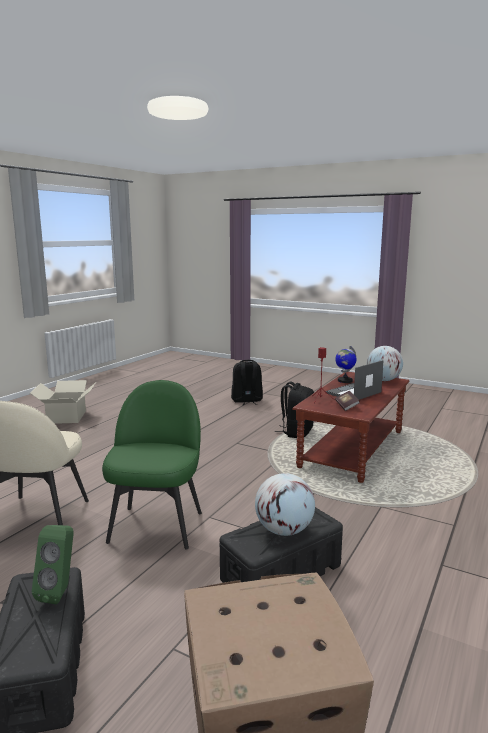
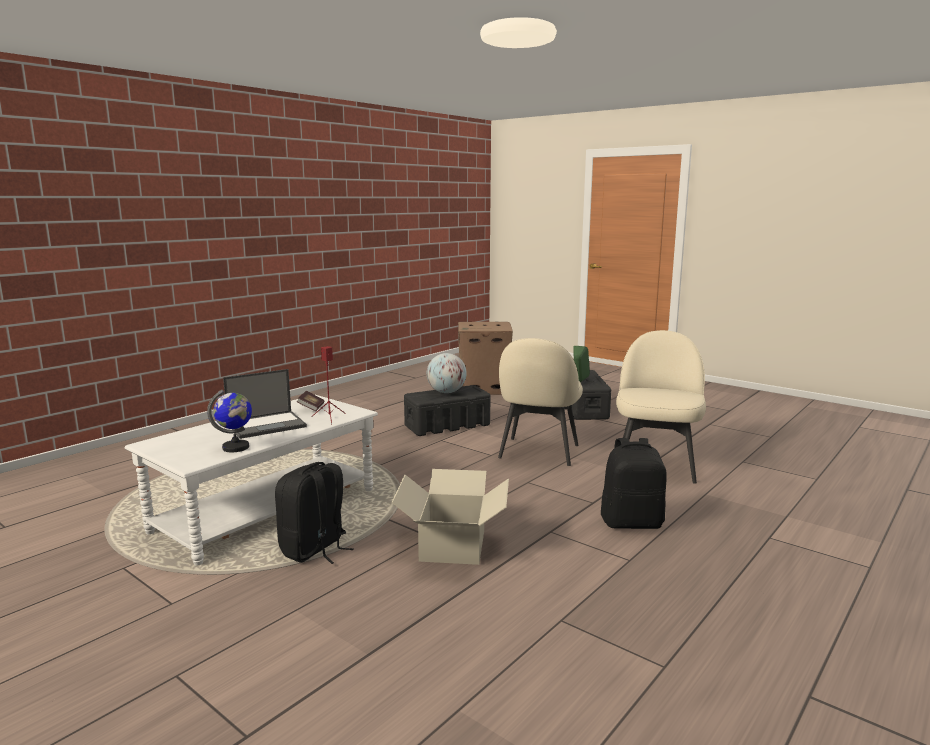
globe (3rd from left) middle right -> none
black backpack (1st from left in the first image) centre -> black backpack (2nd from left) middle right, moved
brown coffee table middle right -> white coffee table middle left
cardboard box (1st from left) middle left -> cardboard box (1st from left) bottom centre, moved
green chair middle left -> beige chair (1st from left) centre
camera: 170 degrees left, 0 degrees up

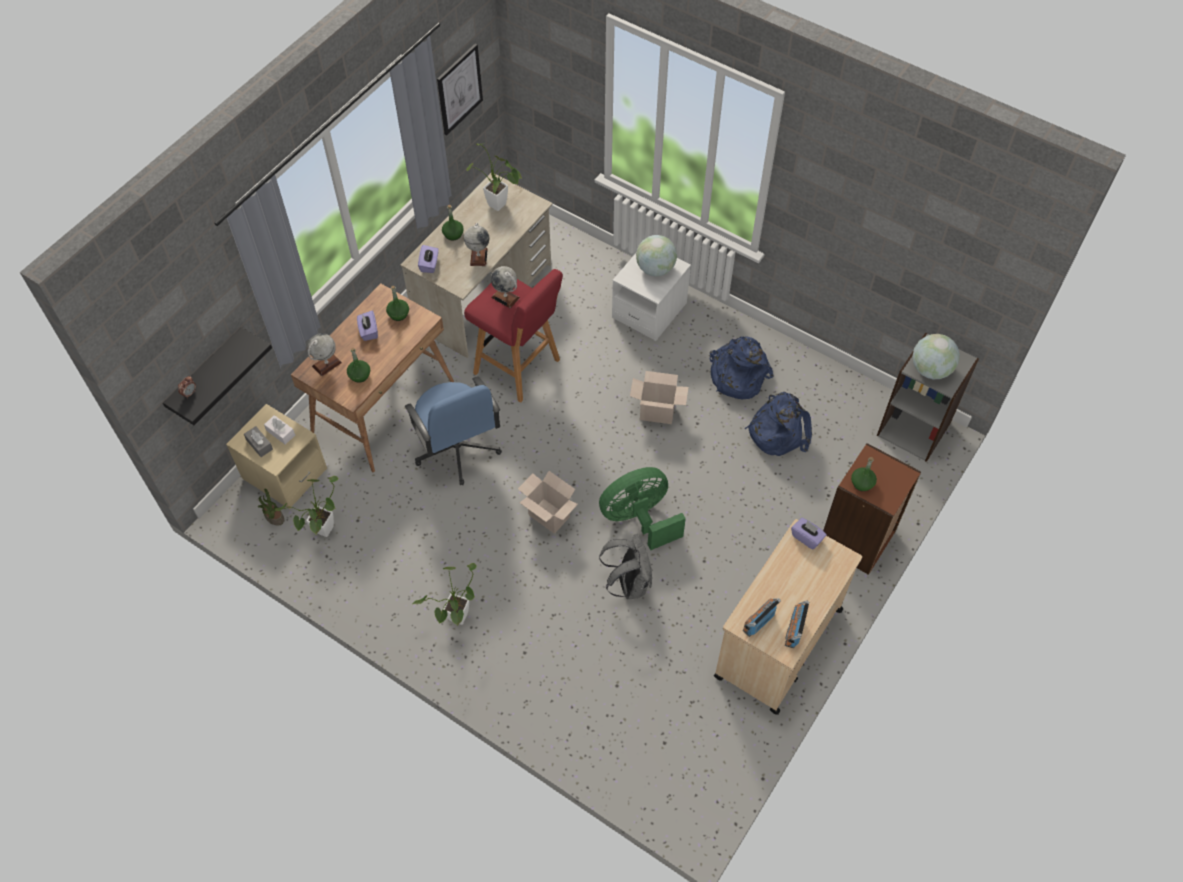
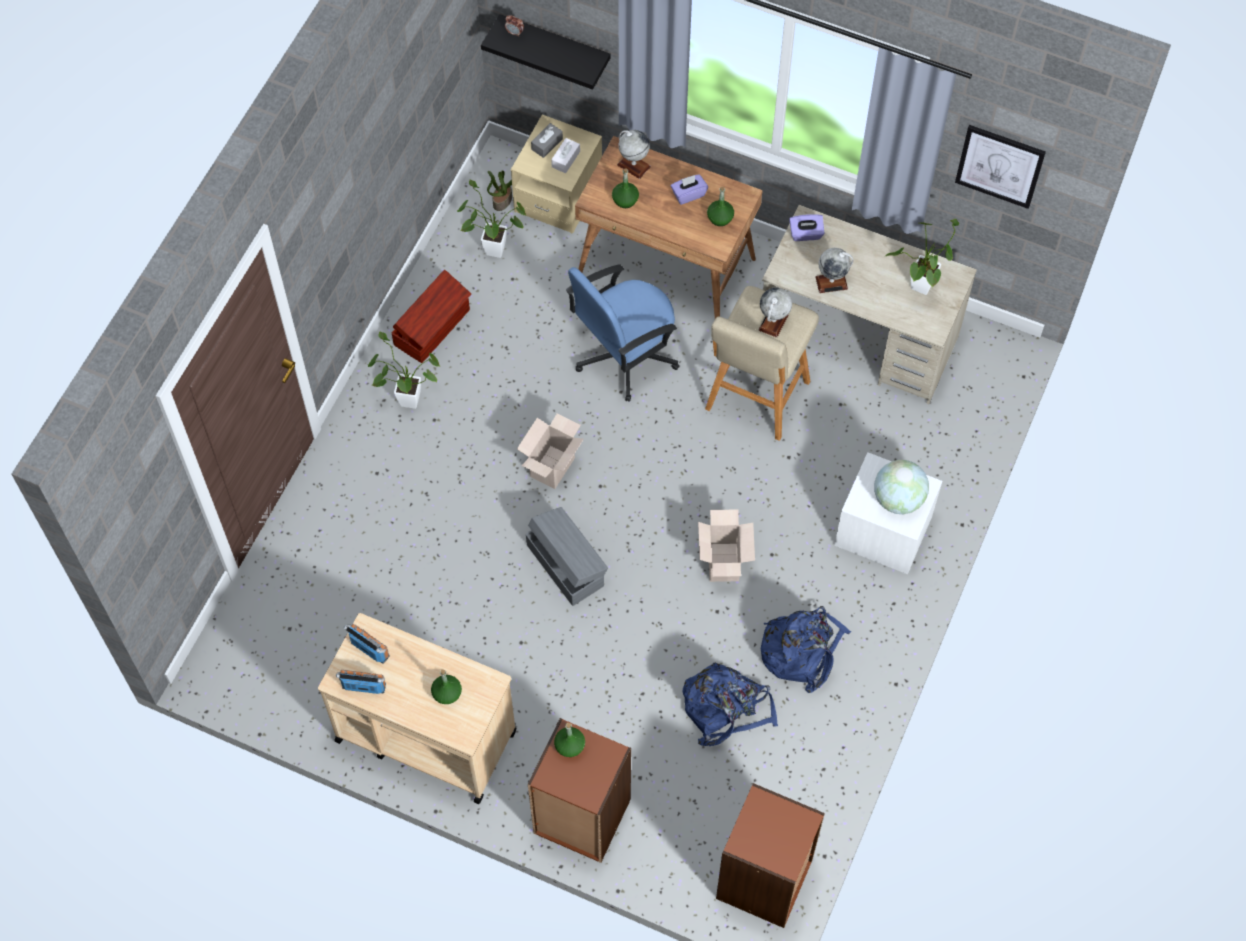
green bottle (3rd from left in the first image) top centre -> green bottle (1st from left) bottom centre, moved
red stool centre -> beige stool centre
grey bookcase middle right -> brown bookcase (2nd from left) bottom centre
globe (5th from left) middle right -> none
green fan centre -> grey storage box centre
purple tissue box (3rd from left) middle right -> none
grey backpack centre -> none
none -> brown storage box centre
camera: 80 degrees right, 5 degrees up

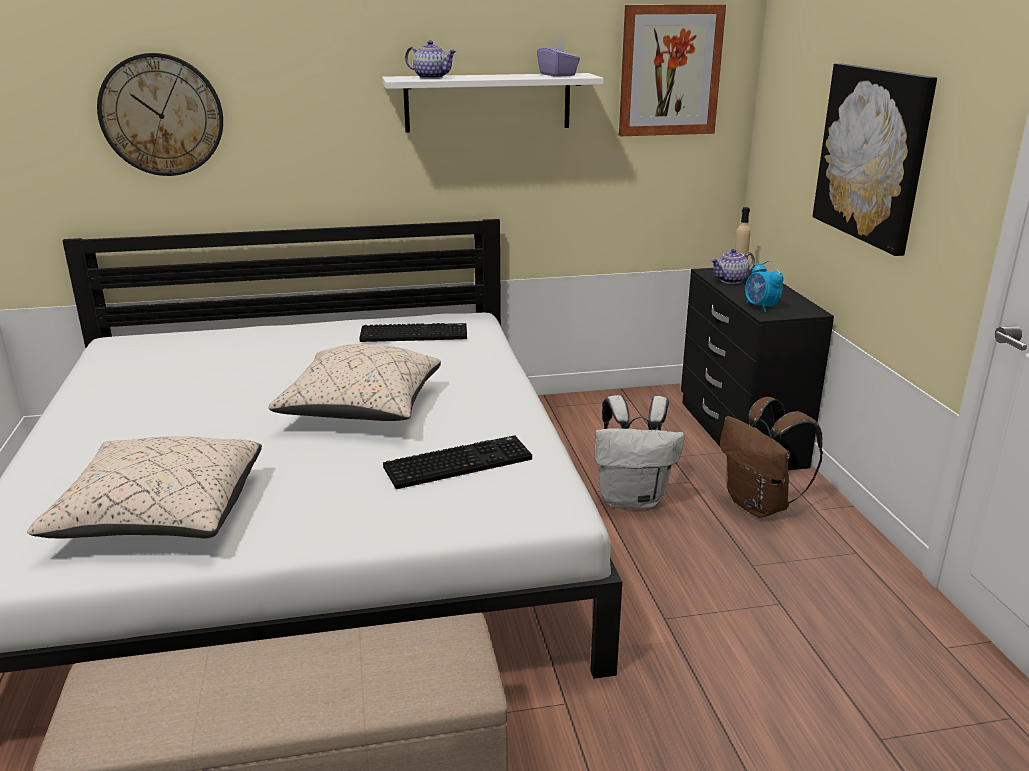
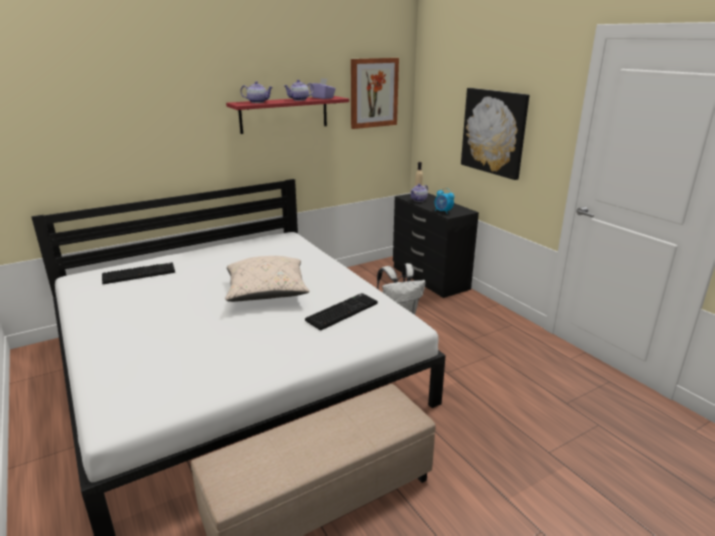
wall clock top left -> none
white shelf top centre -> red shelf top centre
keyboard (1st from left) centre -> keyboard (1st from left) middle left, moved
brown backpack middle right -> none
beige pillow (1st from left) middle left -> none
none -> teapot (2nd from left) top centre
camera: 20 degrees left, 0 degrees up

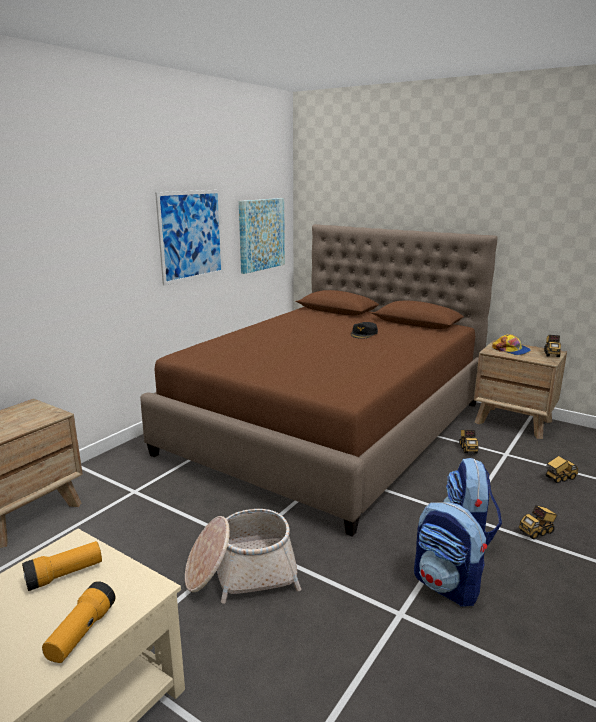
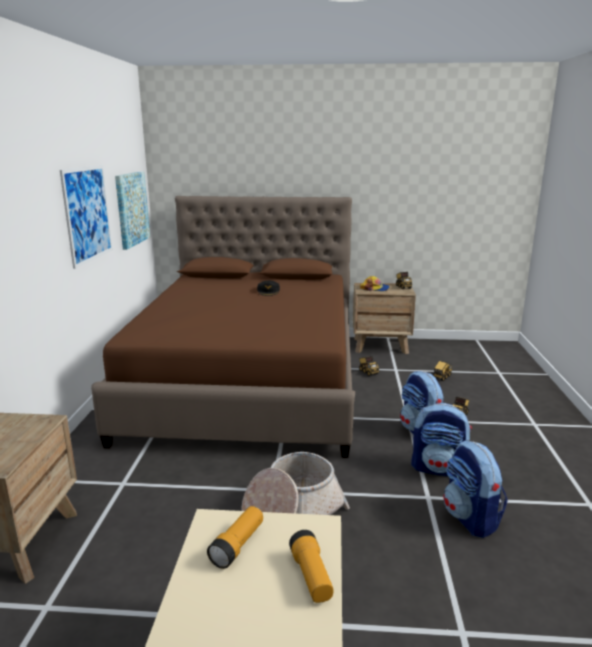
none -> backpack (3rd from left) bottom right
camera: 30 degrees left, 0 degrees up

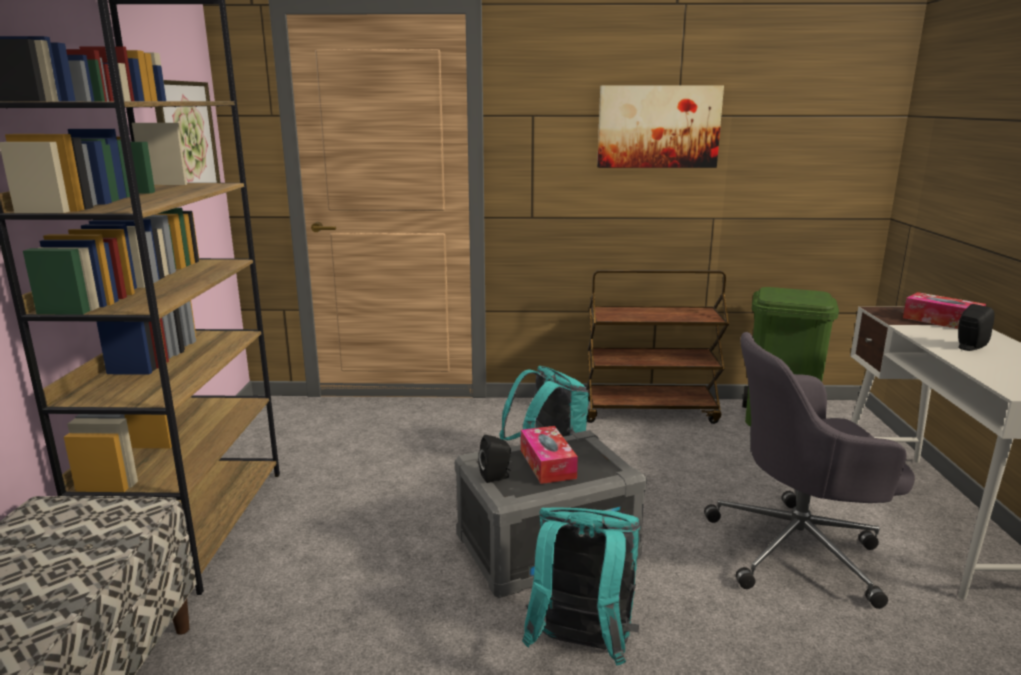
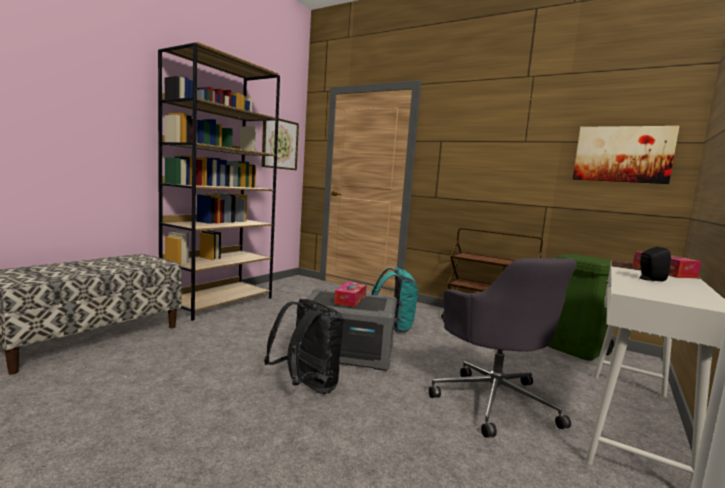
picture (2nd from left) top centre -> picture (2nd from left) top right, moved
grey office chair bottom right, 135 degrees counterclockwise
black speaker (1st from left) bottom centre -> none
turquoise backpack (2nd from left) bottom centre -> black backpack bottom centre
camera: 30 degrees right, 10 degrees down

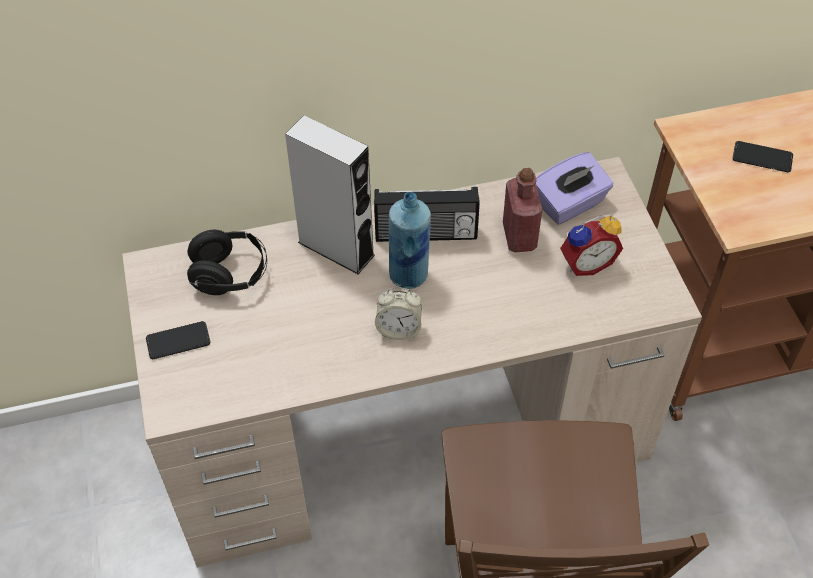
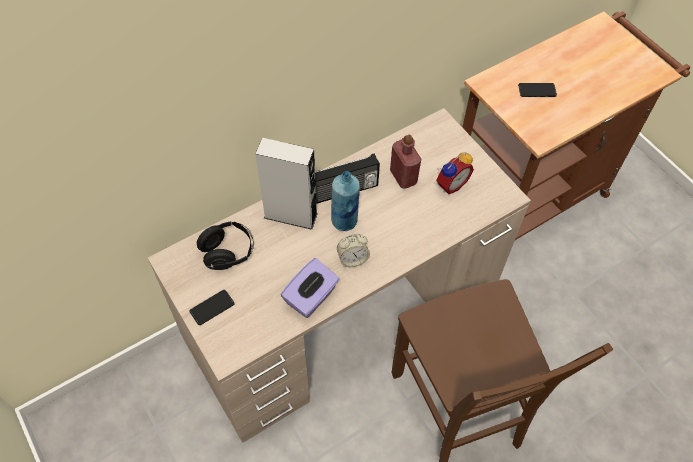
purple tissue box top right -> purple tissue box centre, moved
camera: 20 degrees left, 5 degrees up

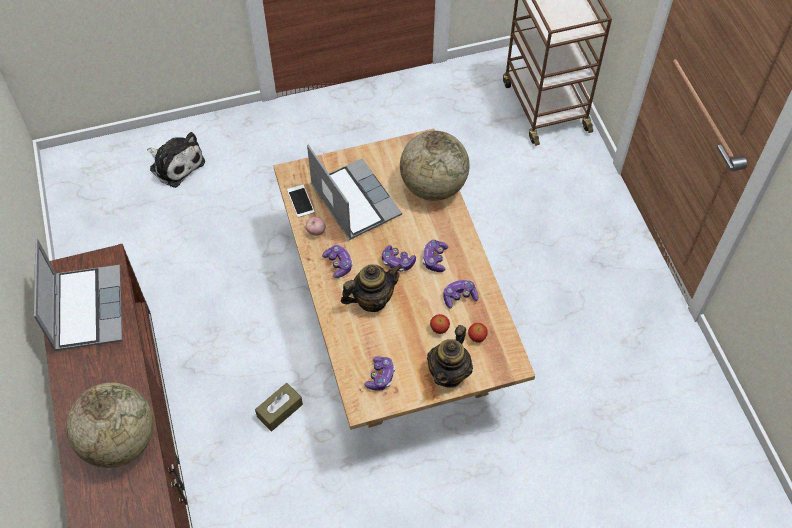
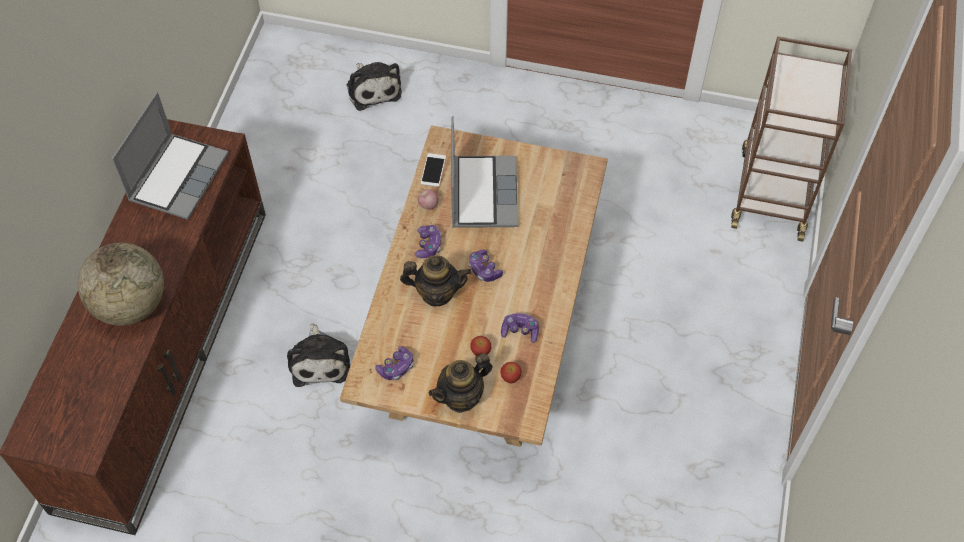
globe (2nd from left) top centre -> none
game controller (4th from left) centre -> none
brown tissue box bottom centre -> plush toy (1st from left) middle left
camera: 30 degrees right, 0 degrees up

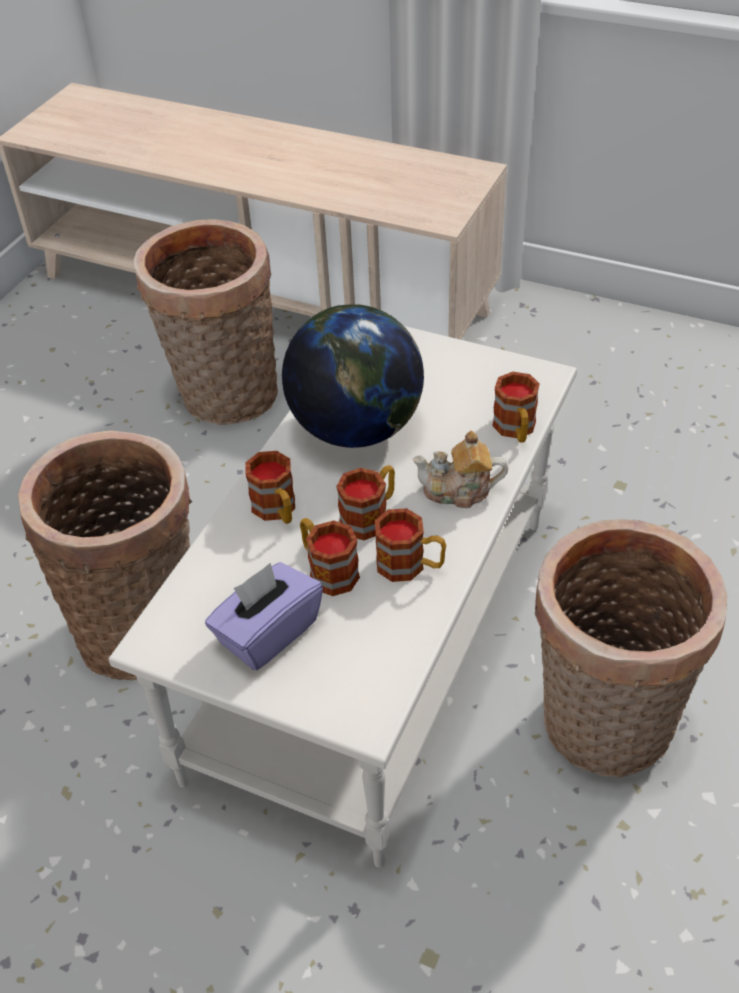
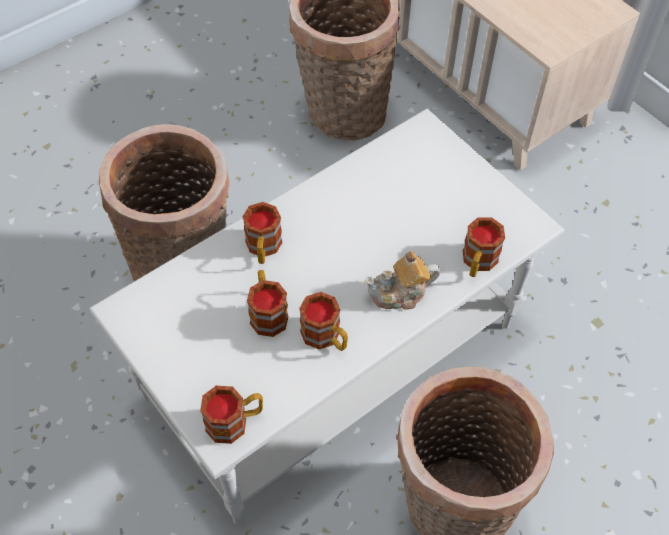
globe centre -> none
teapot centre, 45 degrees counterclockwise
mug (3rd from left in the first image) centre -> mug (1st from left) bottom centre, moved
purple tissue box centre -> none
camera: 25 degrees right, 10 degrees up

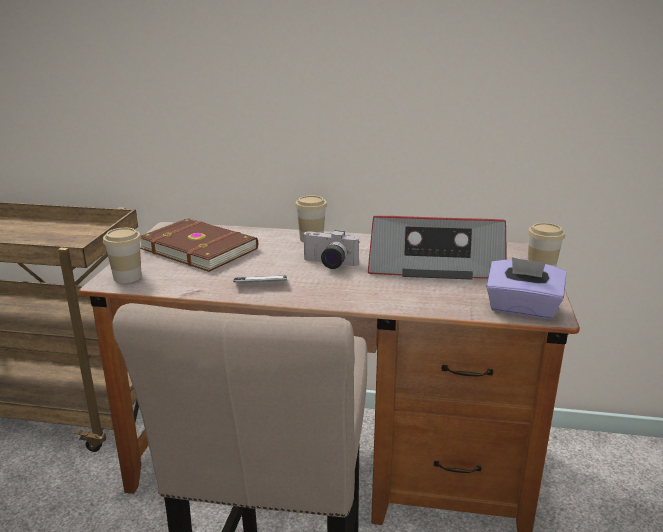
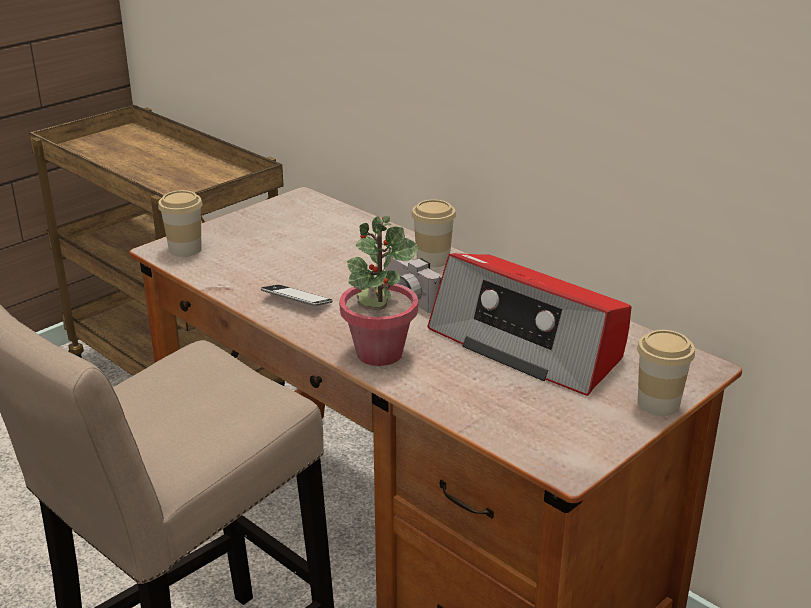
brown book middle left -> none
purple tissue box middle right -> none
none -> potted plant centre
camera: 35 degrees right, 5 degrees up

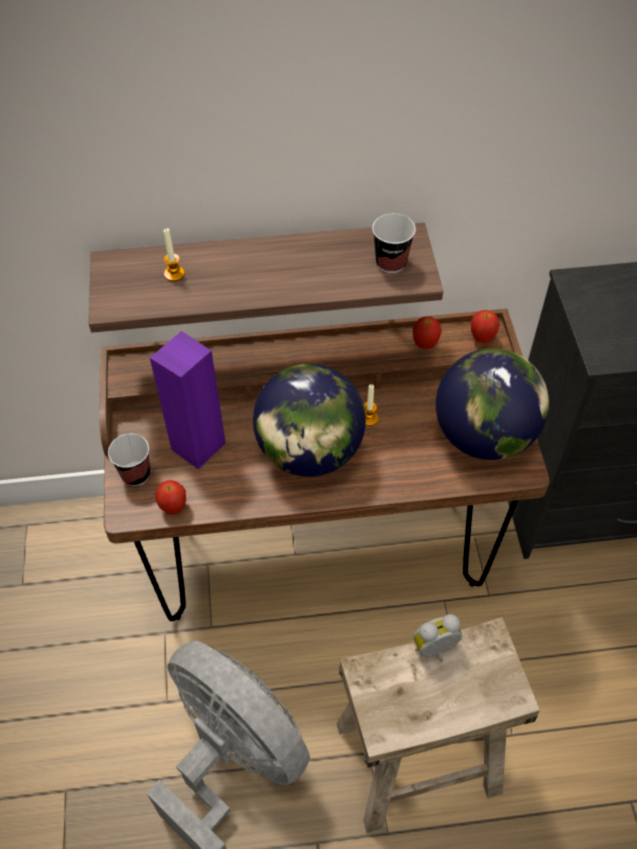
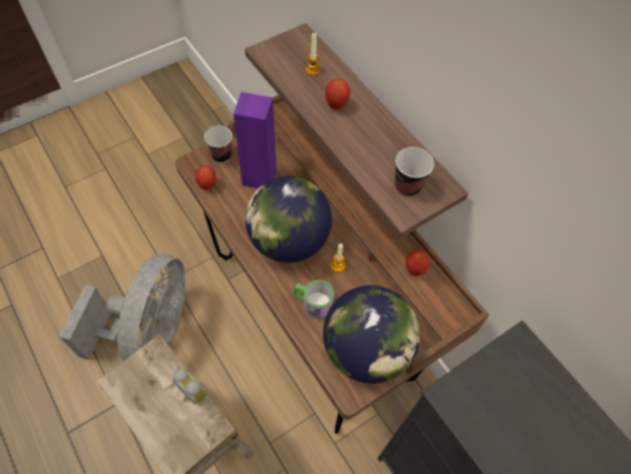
apple (3rd from left in the first image) middle right -> apple (2nd from left) top centre, moved
none -> mug centre
camera: 60 degrees right, 5 degrees up

